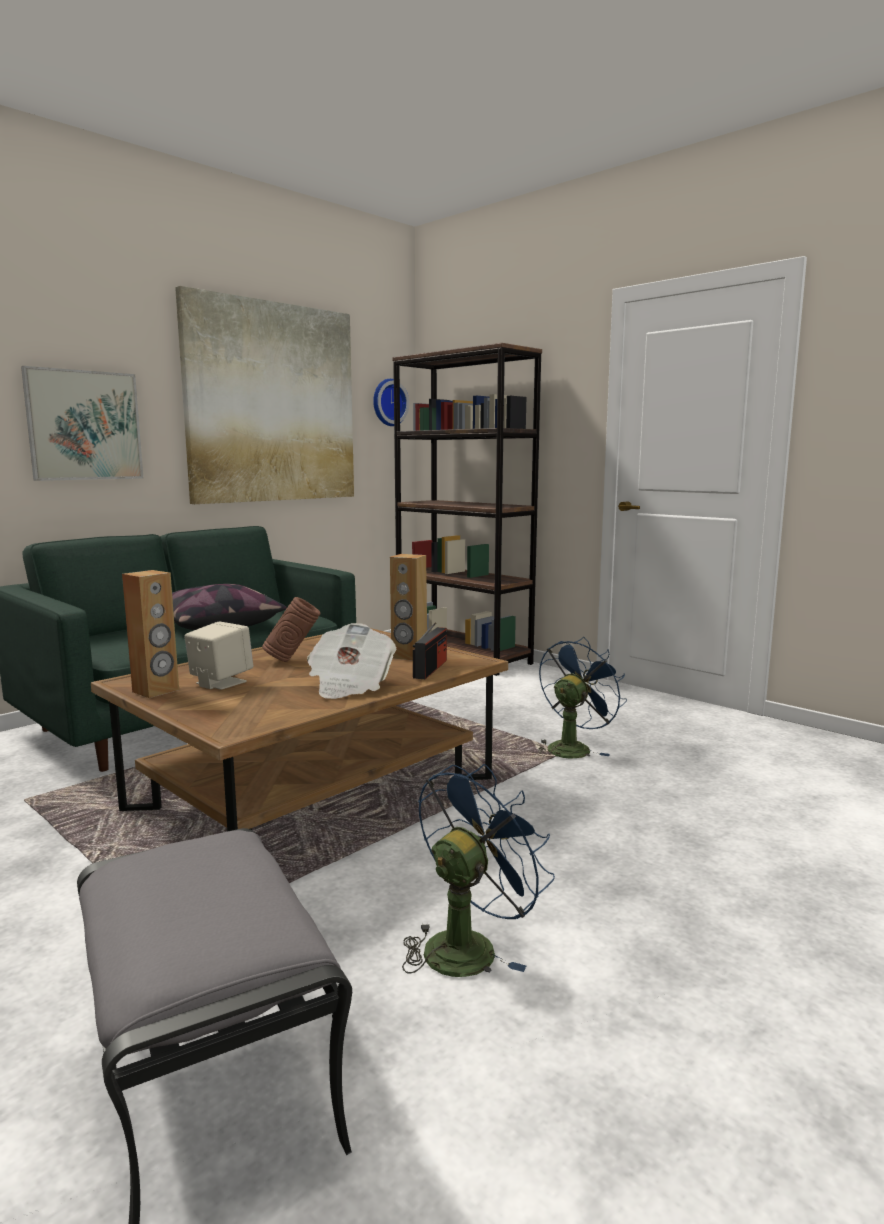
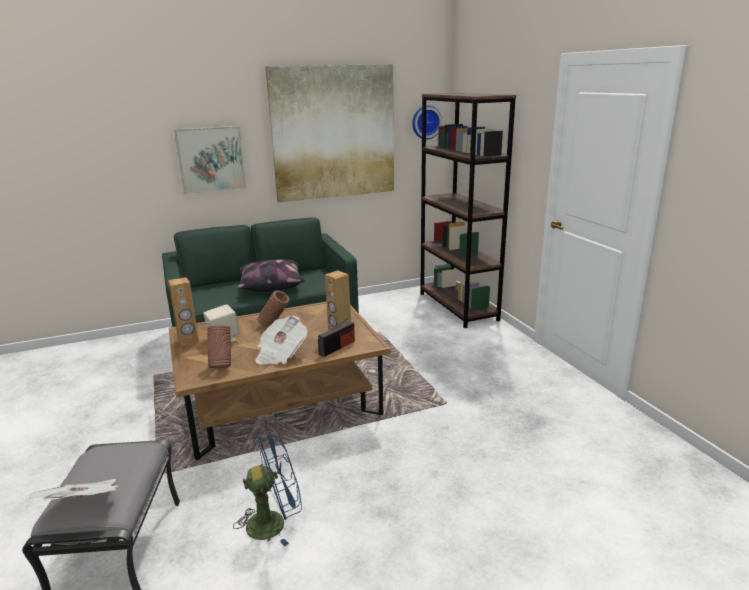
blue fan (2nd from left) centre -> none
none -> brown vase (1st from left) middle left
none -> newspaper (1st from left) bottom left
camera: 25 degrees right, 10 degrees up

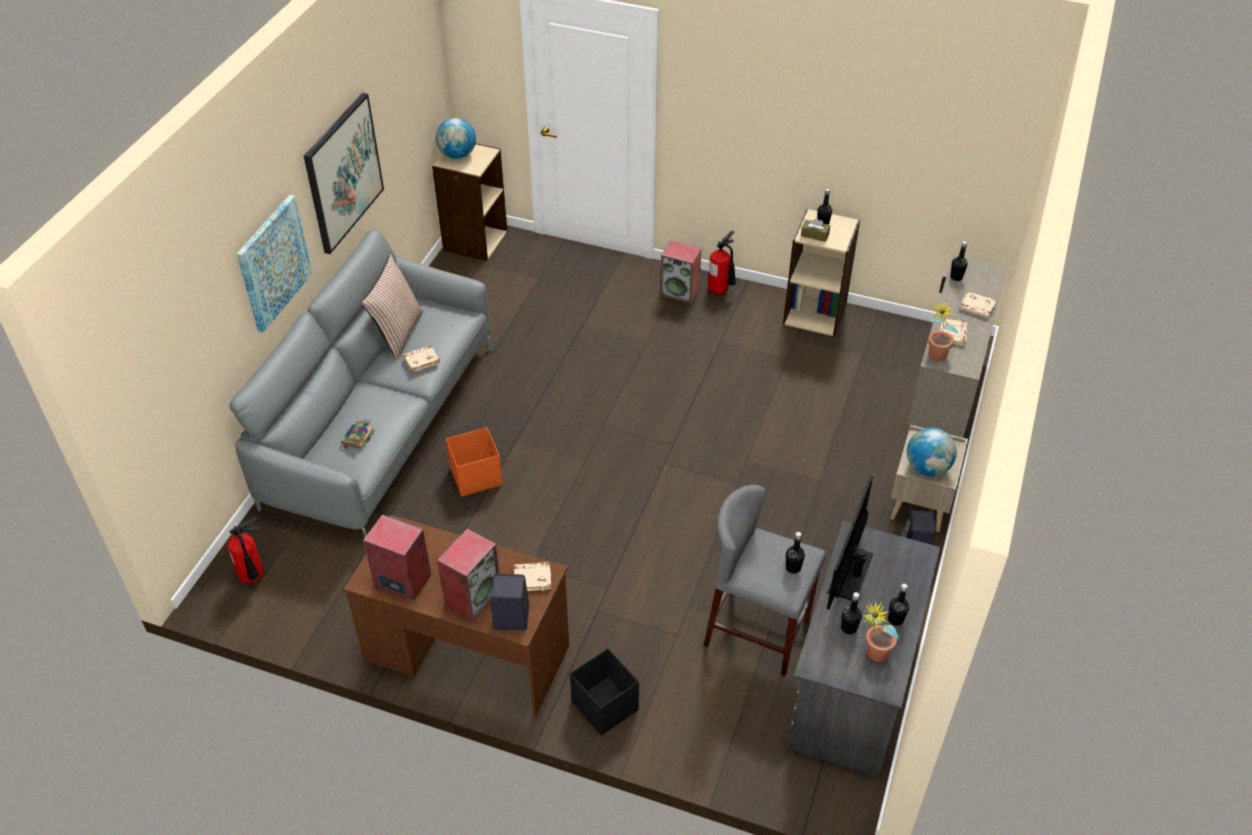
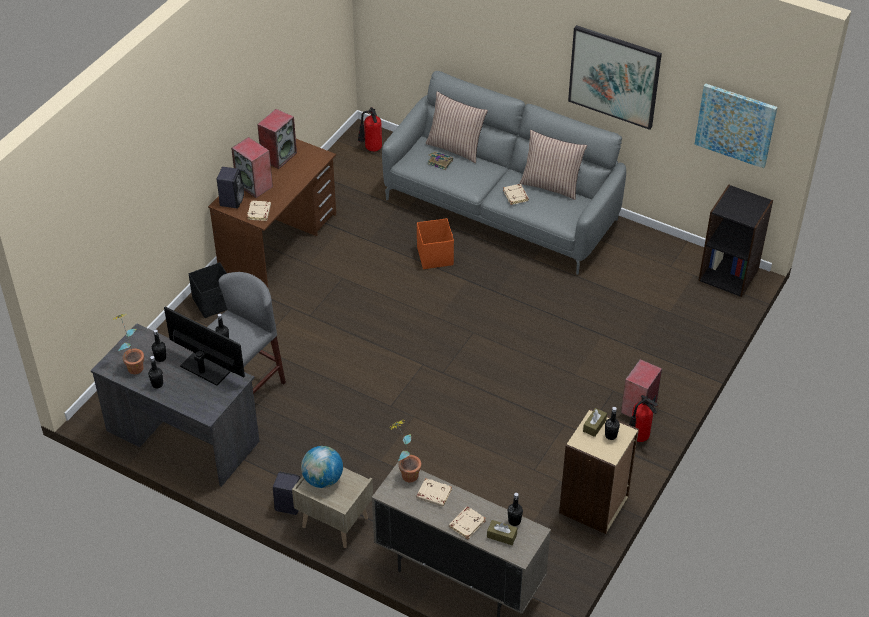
globe (1st from left) top centre -> none
beige bookcase (1st from left) top centre -> black bookcase middle right
picture (1st from left in the first image) top left -> picture (2nd from left) top right, moved
none -> pillow (1st from left) top centre
none -> brown tissue box (1st from left) bottom centre
camera: 100 degrees right, 0 degrees up

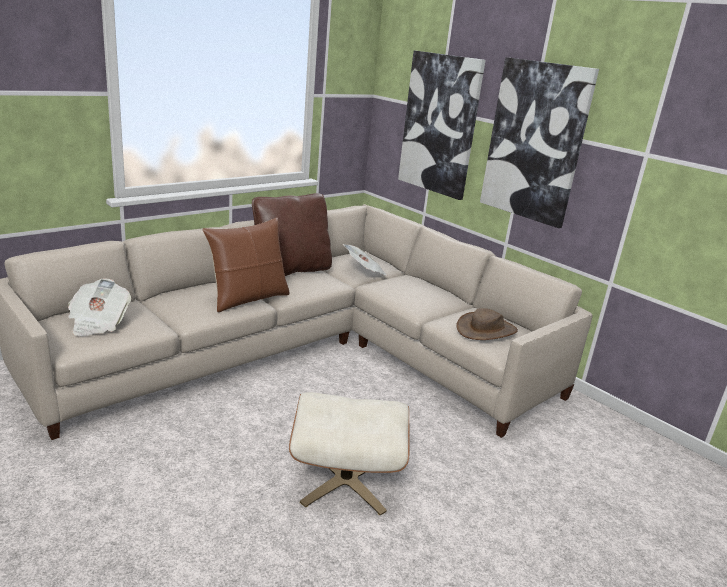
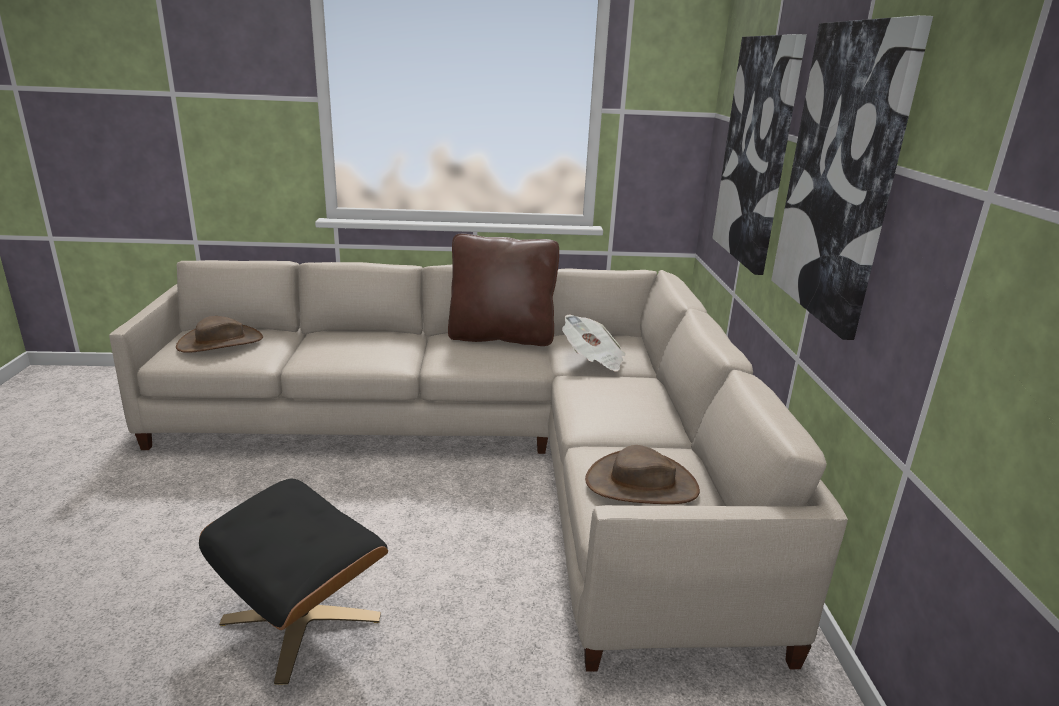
brown pillow (1st from left) centre -> none
newspaper (1st from left) middle left -> brown hat (1st from left) middle left
beige ottoman bottom centre -> black ottoman bottom left
camera: 40 degrees right, 0 degrees up

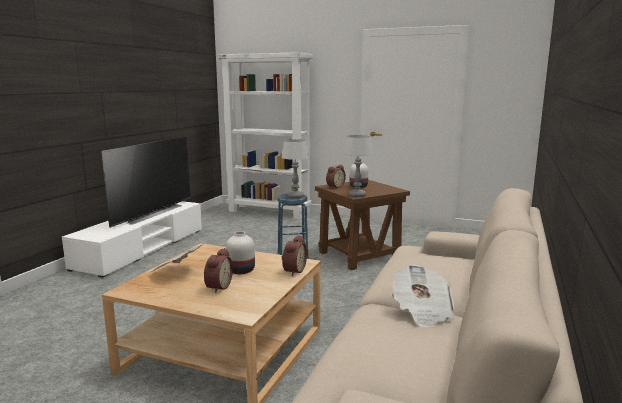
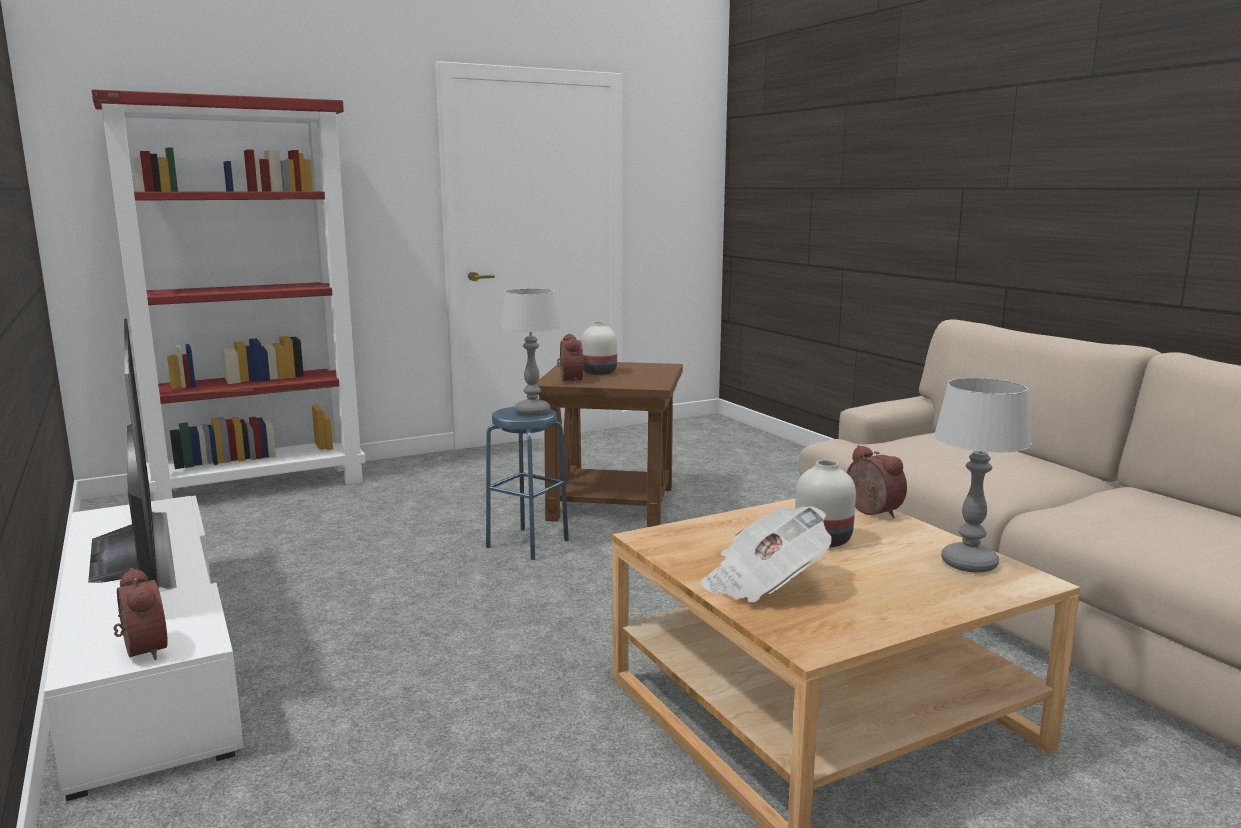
white bookcase centre -> red bookcase middle left
table lamp (2nd from left) centre -> table lamp (2nd from left) middle right, moved
alarm clock (1st from left) bottom centre -> alarm clock (1st from left) bottom left, moved
newspaper (2nd from left) bottom right -> none
camera: 50 degrees left, 0 degrees up

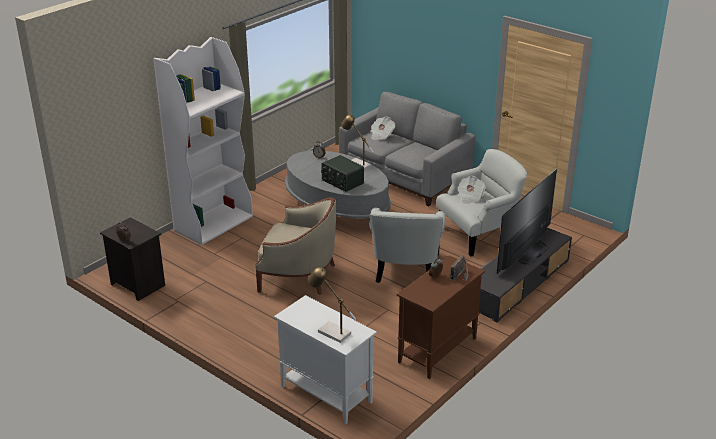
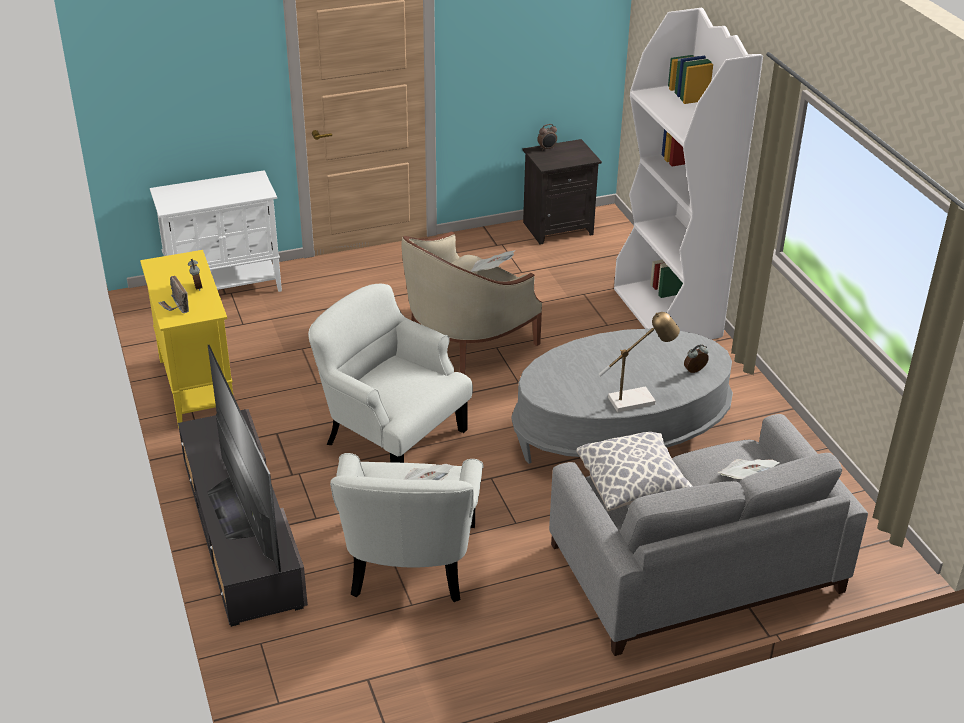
radio (1st from left) centre -> none
brown cabinet bottom centre -> yellow cabinet middle left
table lamp (1st from left) bottom centre -> none
none -> newspaper (2nd from left) centre
none -> pillow centre
camera: 120 degrees right, 5 degrees up

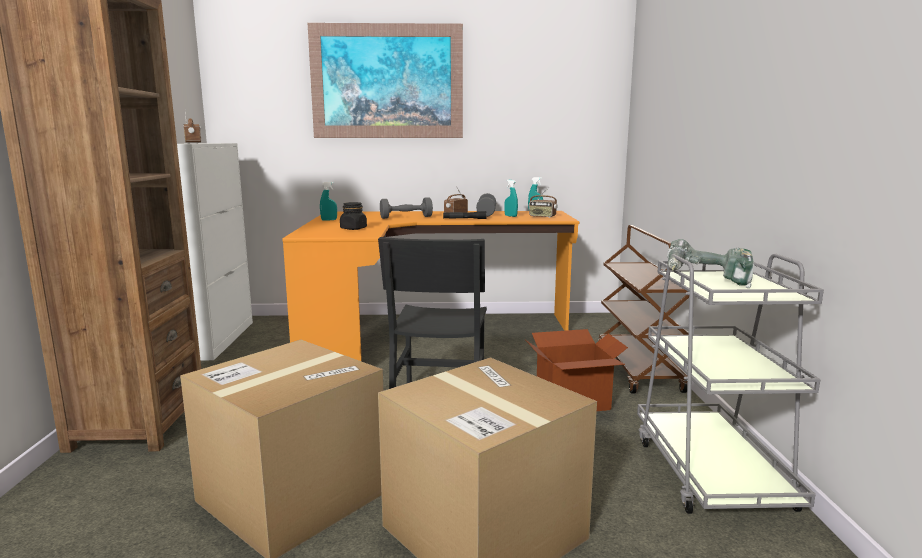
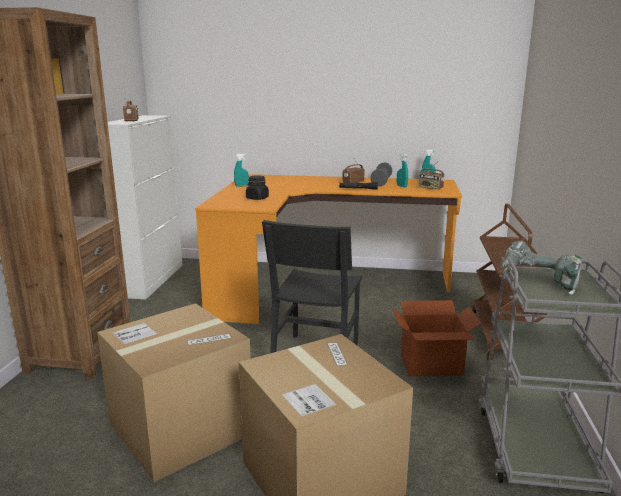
picture top centre -> none
grey dumbbell (1st from left) centre -> none
camera: 10 degrees right, 5 degrees up

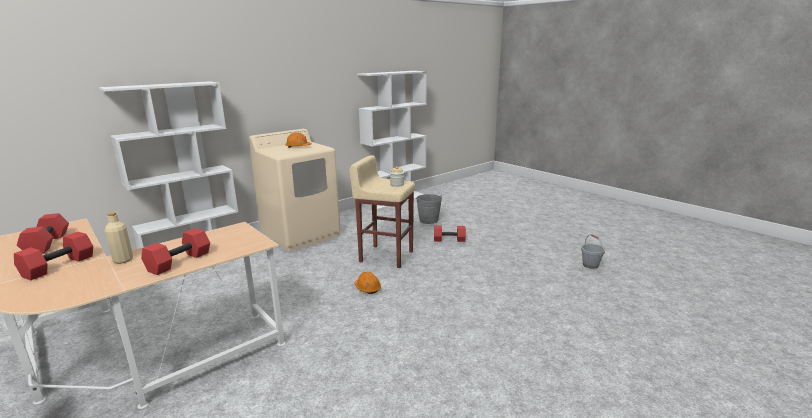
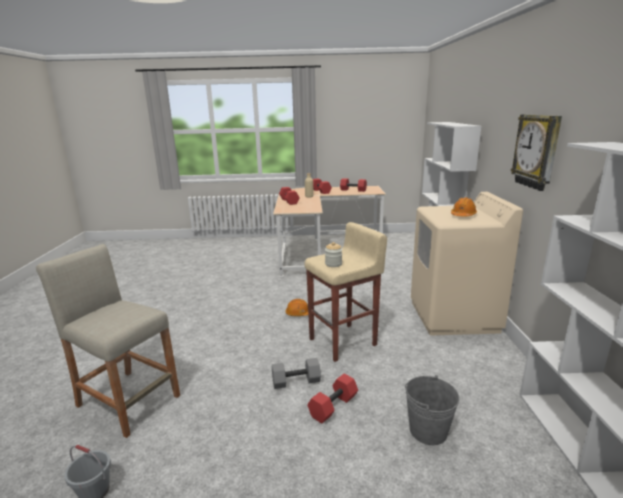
none -> wall clock top right
none -> beige stool (1st from left) bottom left
none -> grey dumbbell bottom centre
camera: 130 degrees right, 0 degrees up

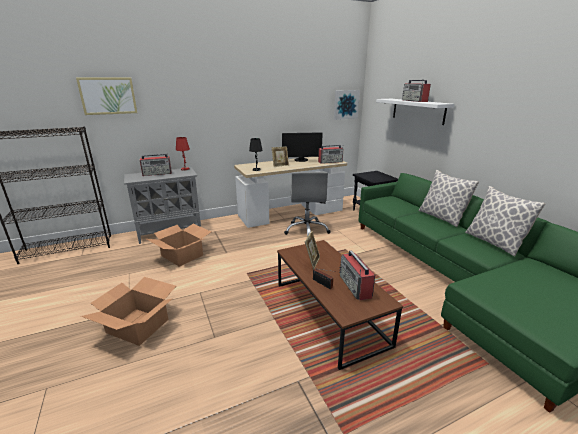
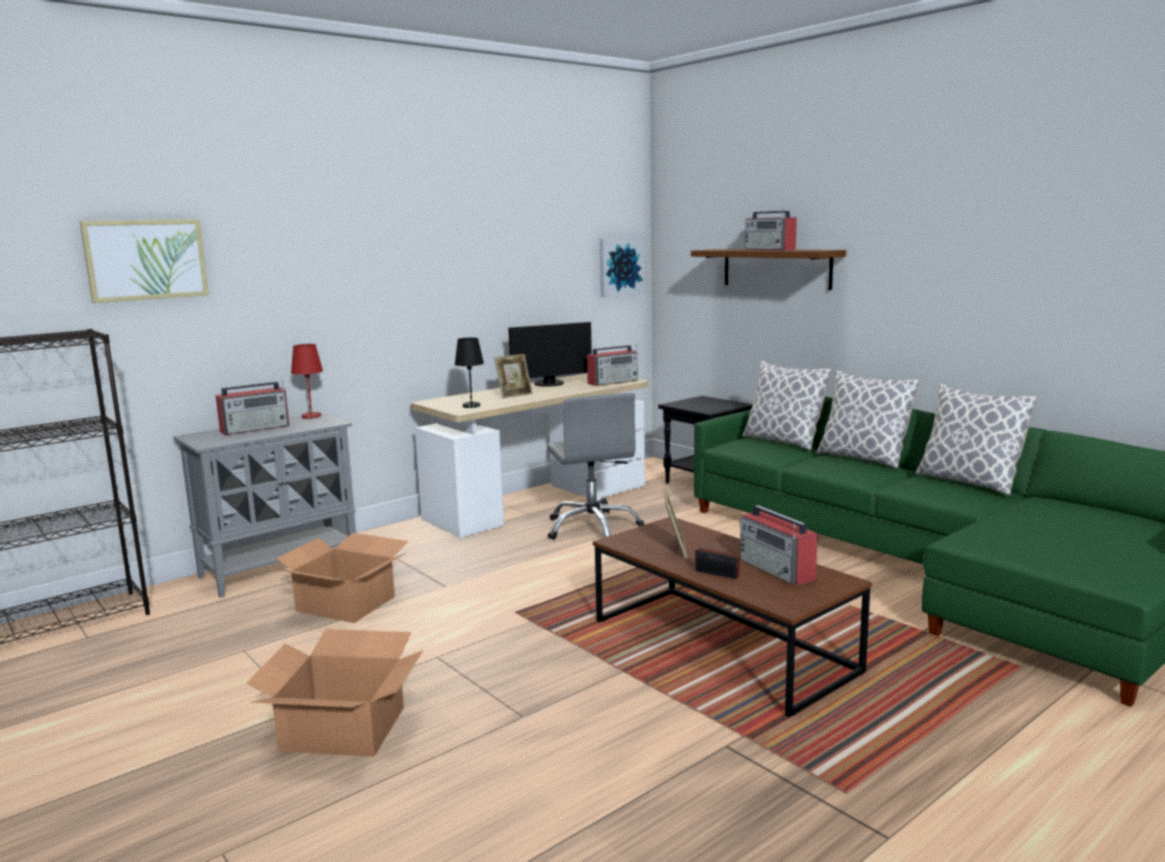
white shelf top right -> brown shelf top centre
none -> pillow (1st from left) middle right
camera: 15 degrees left, 10 degrees down

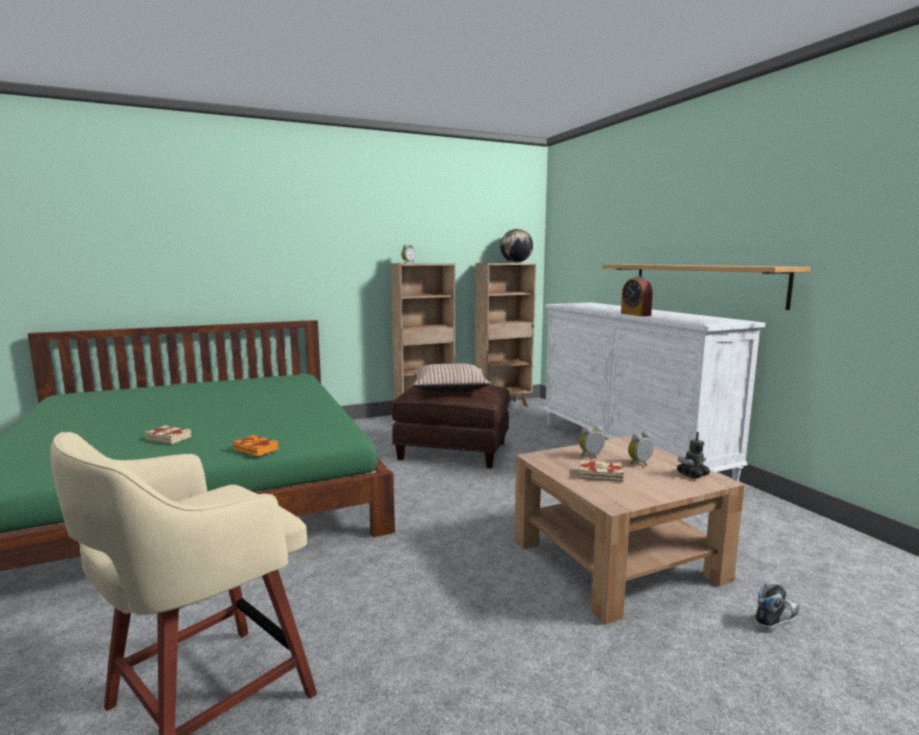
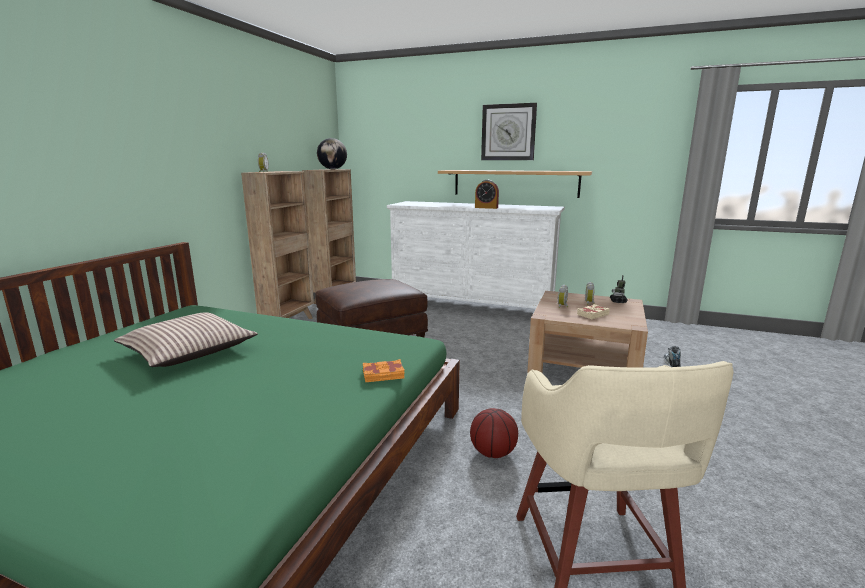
pillow centre -> pillow middle left, moved
beige book (1st from left) middle left -> none
none -> wall clock top centre
none -> basketball bottom centre
camera: 45 degrees left, 5 degrees up

